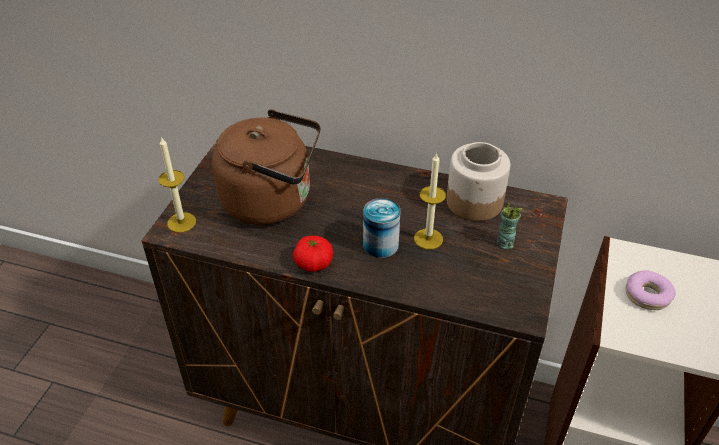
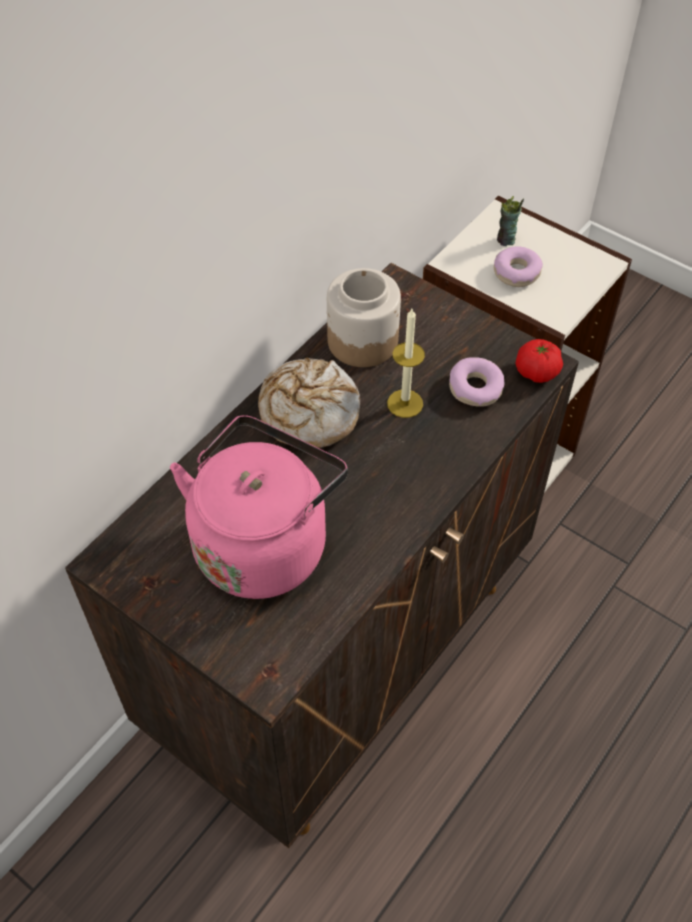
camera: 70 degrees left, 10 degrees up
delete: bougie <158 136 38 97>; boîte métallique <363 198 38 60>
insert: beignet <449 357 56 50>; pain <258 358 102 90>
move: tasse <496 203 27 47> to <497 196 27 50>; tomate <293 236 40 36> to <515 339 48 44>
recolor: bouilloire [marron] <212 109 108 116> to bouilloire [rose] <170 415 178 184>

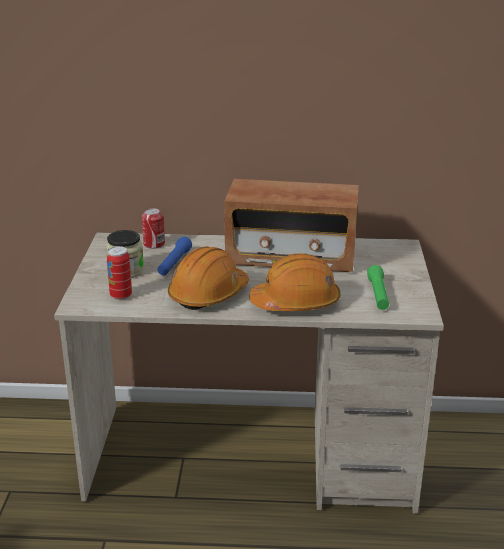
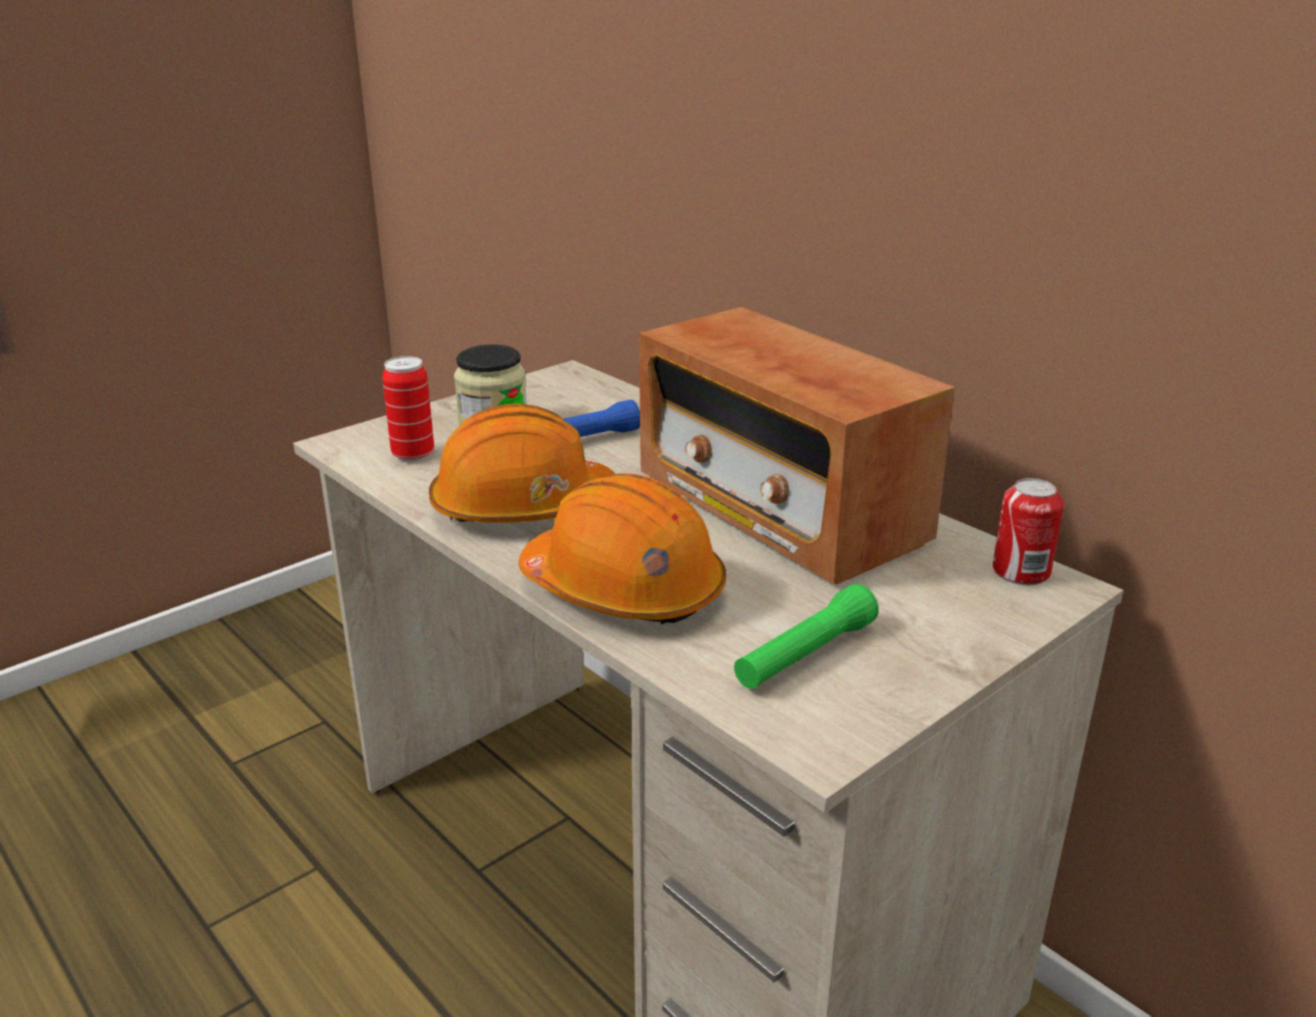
camera: 45 degrees right, 0 degrees up
move: boîte métallique <142 208 23 41> to <993 478 71 107>

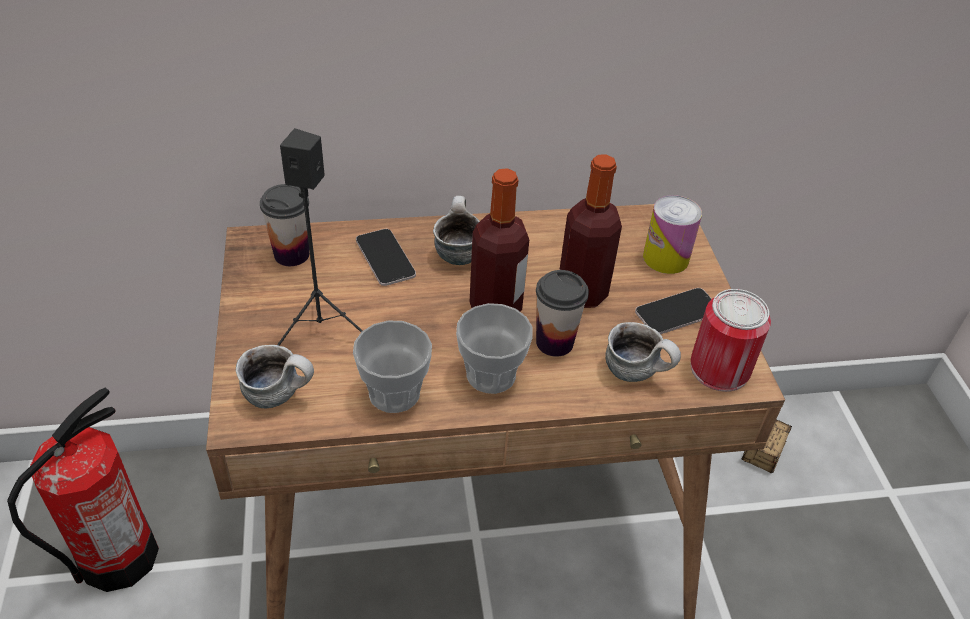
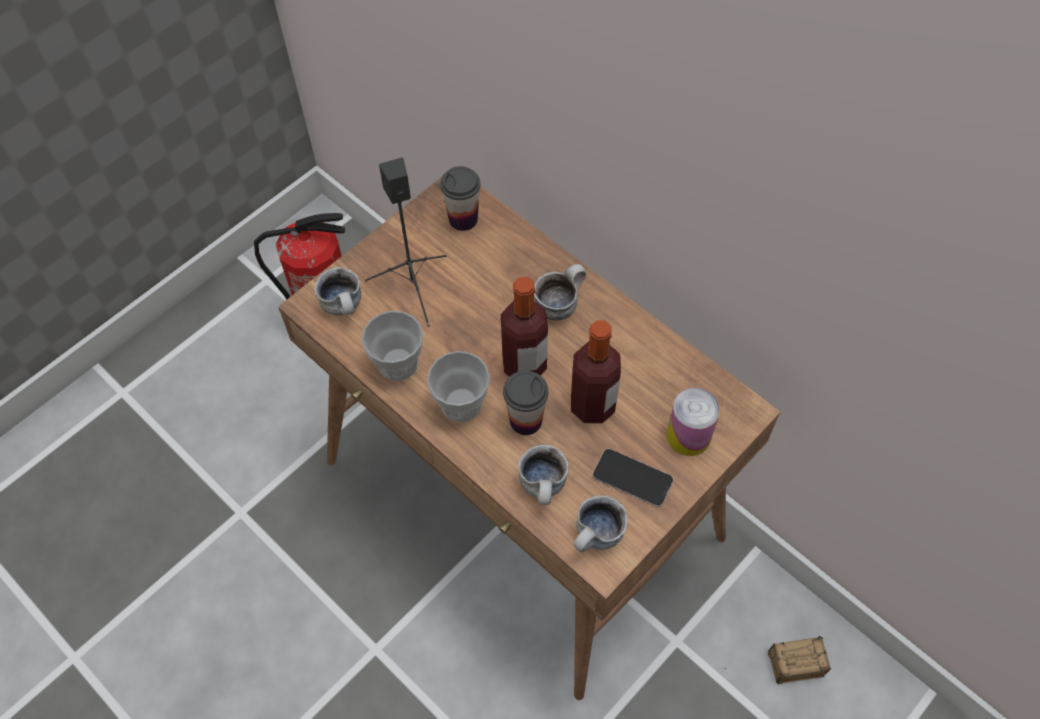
camera: 55 degrees right, 15 degrees up
delete: téléphone <356 229 60 57>
replace: boîte métallique <691 289 80 103> to mug <574 496 54 56>

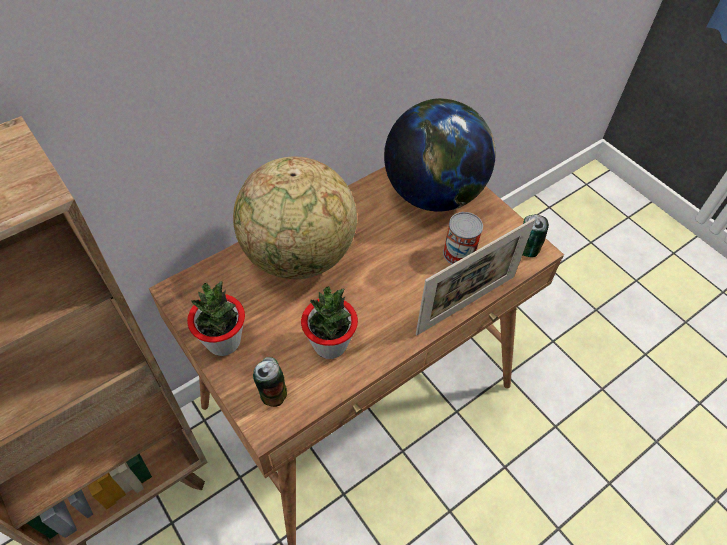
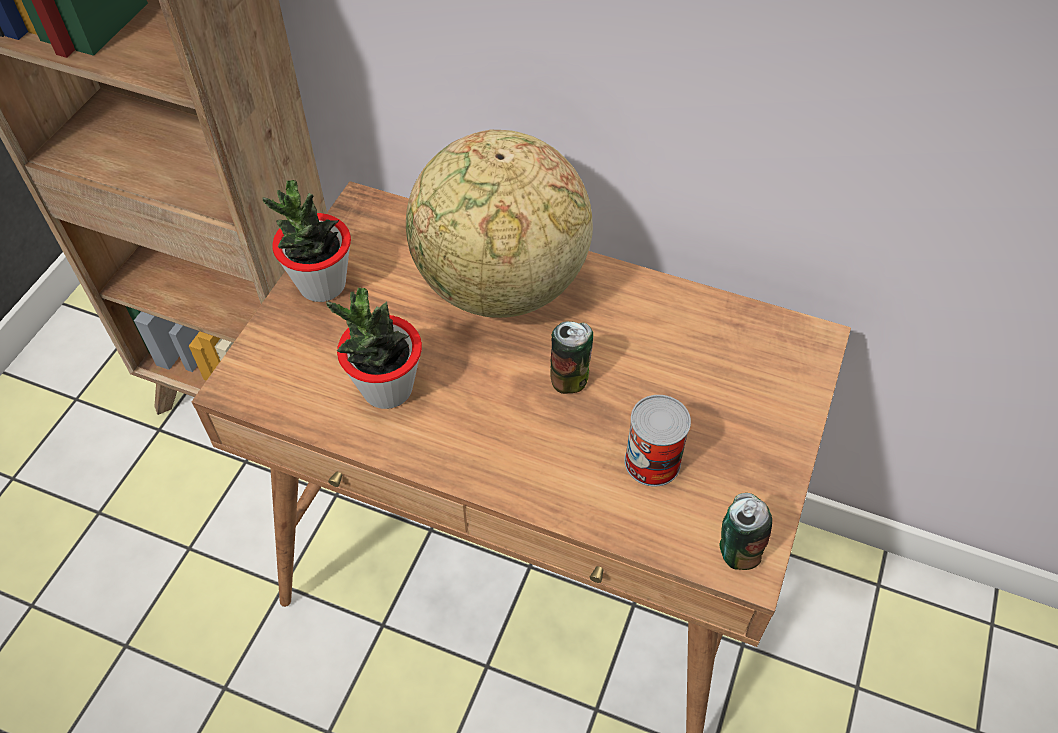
camera: 60 degrees right, 0 degrees up
delete: globe <384 98 112 114>; cadre photo <416 218 119 117>
move: boîte métallique <253 357 34 50> to <551 321 42 73>

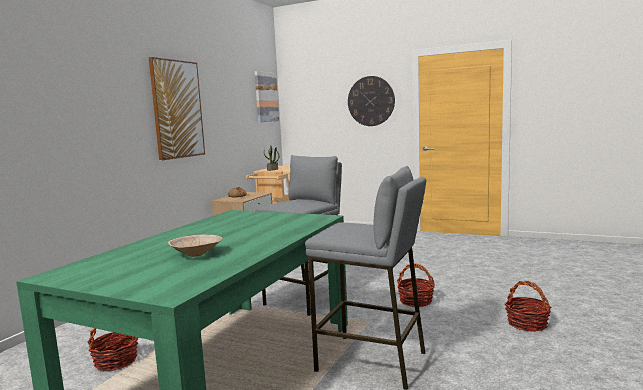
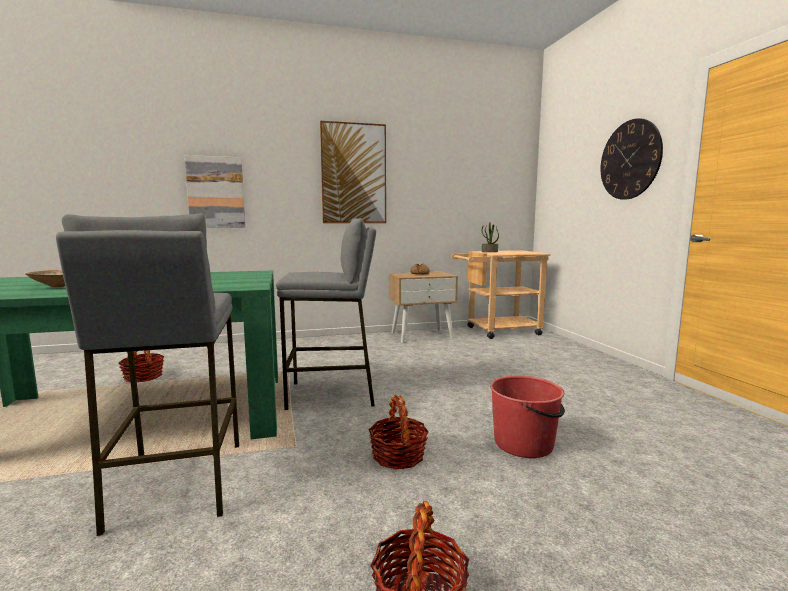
camera: 50 degrees right, 0 degrees up
insert: seau [rouge] <490 375 75 83>
move: tableau <255 71 24 51> to <185 155 60 73>

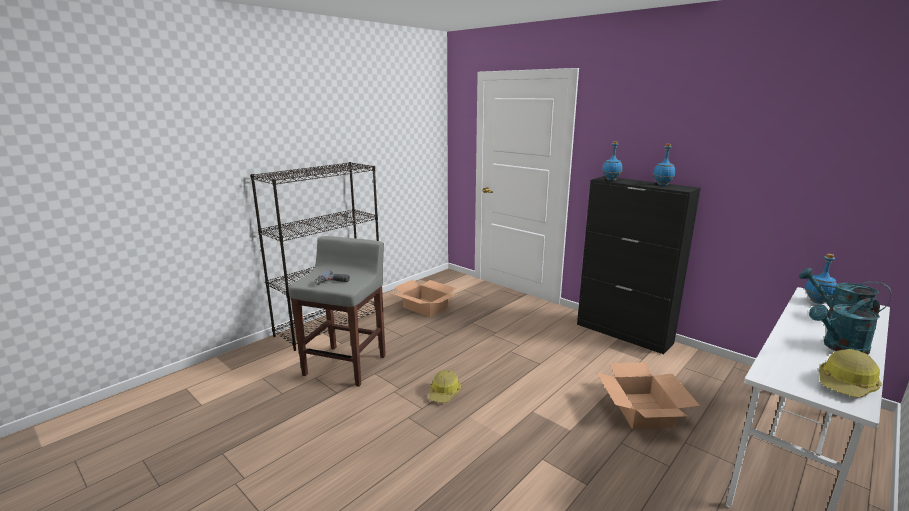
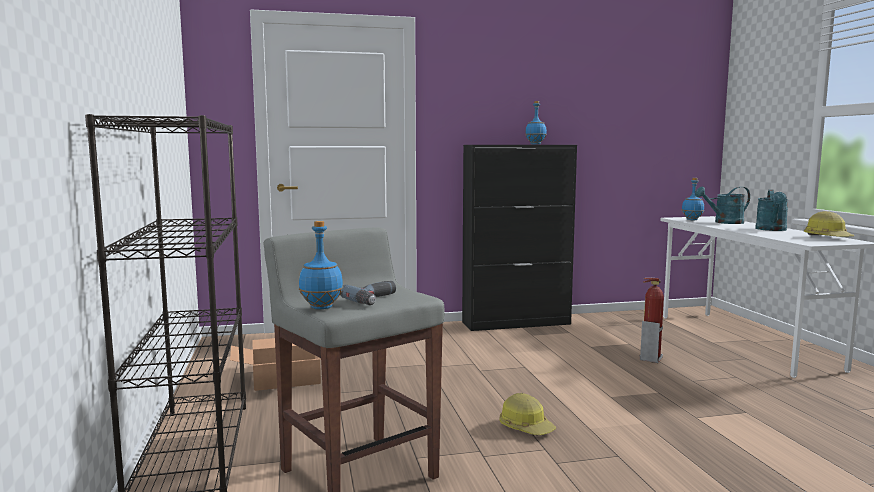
camera: 55 degrees left, 10 degrees down
move: bouteille [bleu] <602 141 21 40> to <299 221 44 89>
replace: carton <597 362 103 67> to extincteur <640 278 24 85>

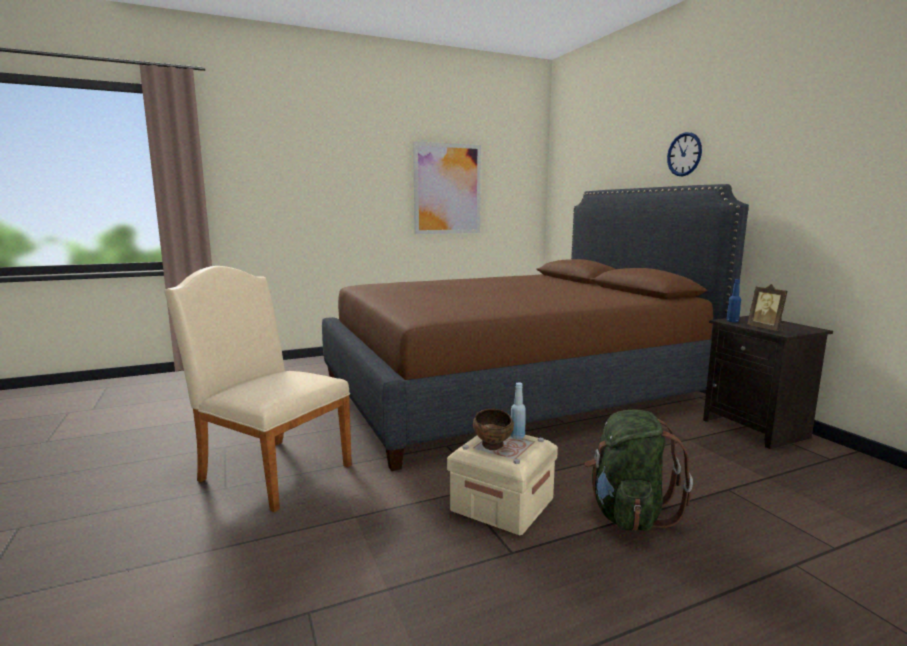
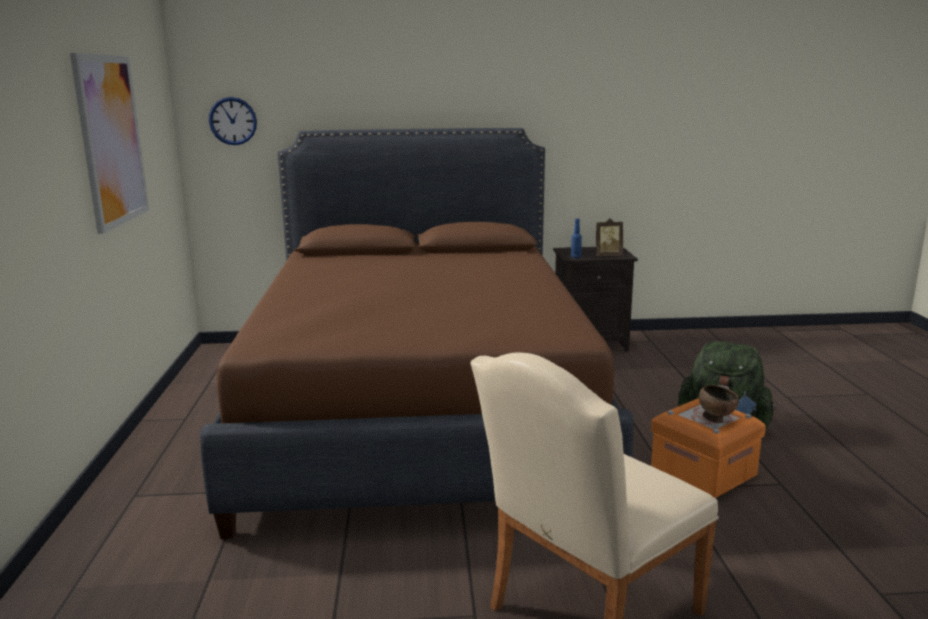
camera: 70 degrees left, 5 degrees up
delete: bouteille [bleu] <511 383 15 56>
move: horloge murale <667 132 35 44> to <209 97 48 48>
recolor: boîte de rangement [beige] <447 435 111 100> to boîte de rangement [orange] <651 398 115 100>

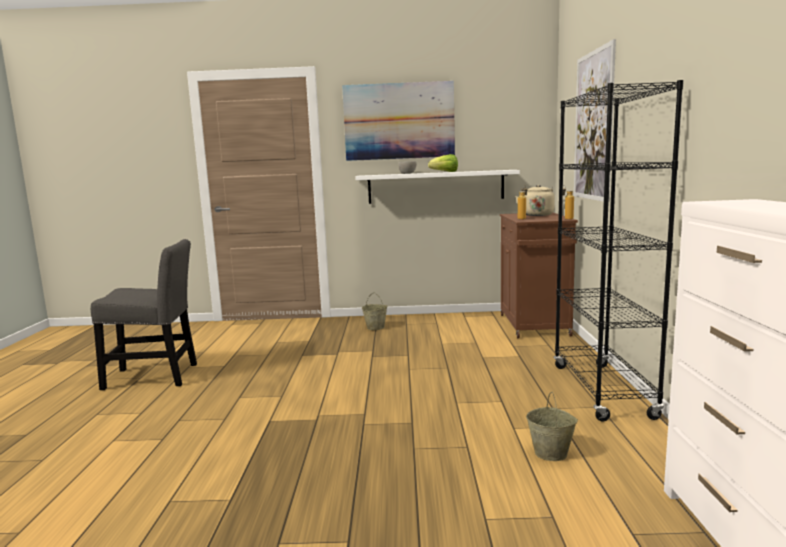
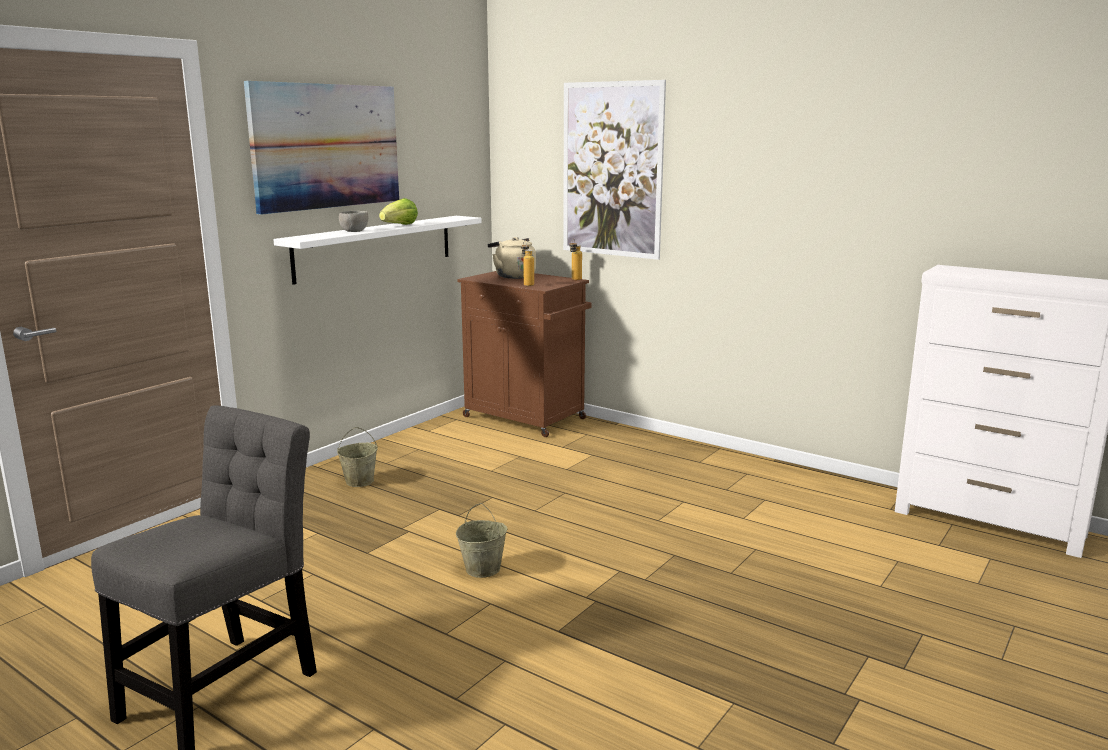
camera: 55 degrees left, 5 degrees up
delete: bibliothèque [noir] <553 80 131 342>
move: seau [beige] <526 392 52 69> to <456 503 51 75>

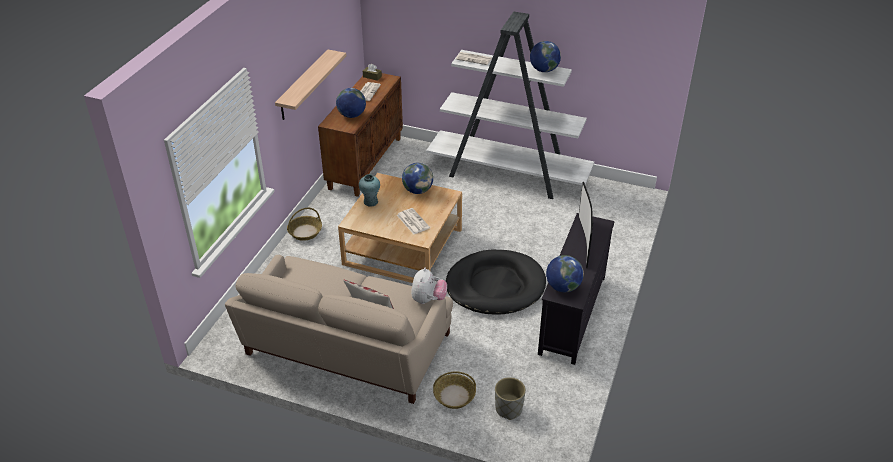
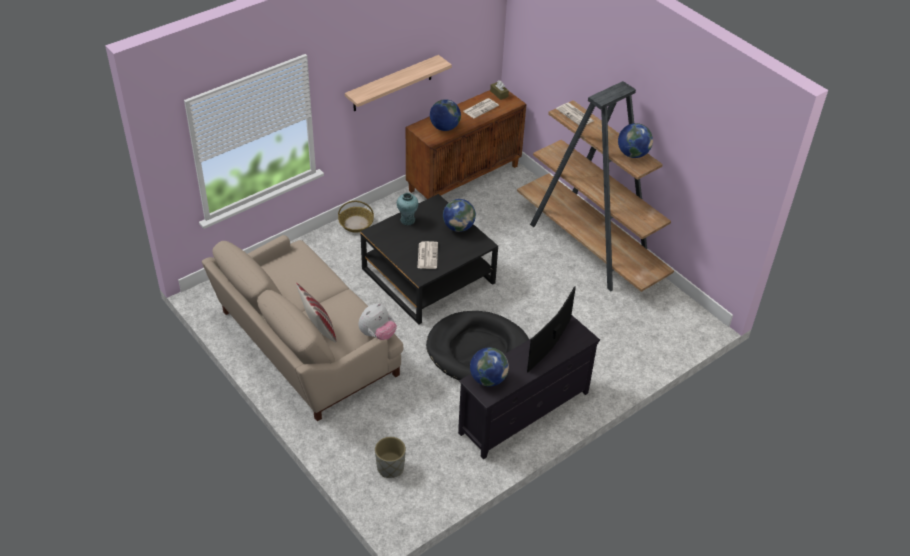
camera: 30 degrees right, 5 degrees up
delete: panier <433 371 43 38>
recolor: bibliothèque [blanc] <426 12 168 187> to bibliothèque [marron] <517 81 157 211>; table basse [beige] <338 173 124 110> to table basse [noir] <360 194 138 131>

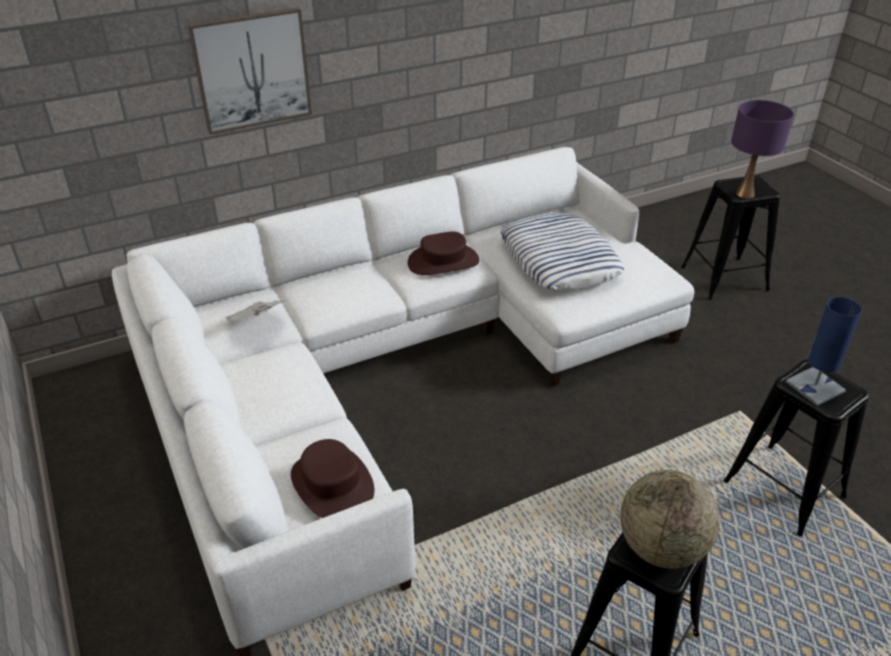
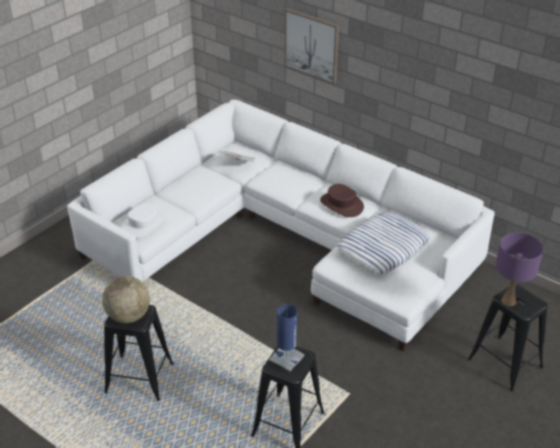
camera: 65 degrees right, 0 degrees up
recolor: chapeau [marron] <291 439 83 79> to chapeau [blanc] <121 203 45 36>

